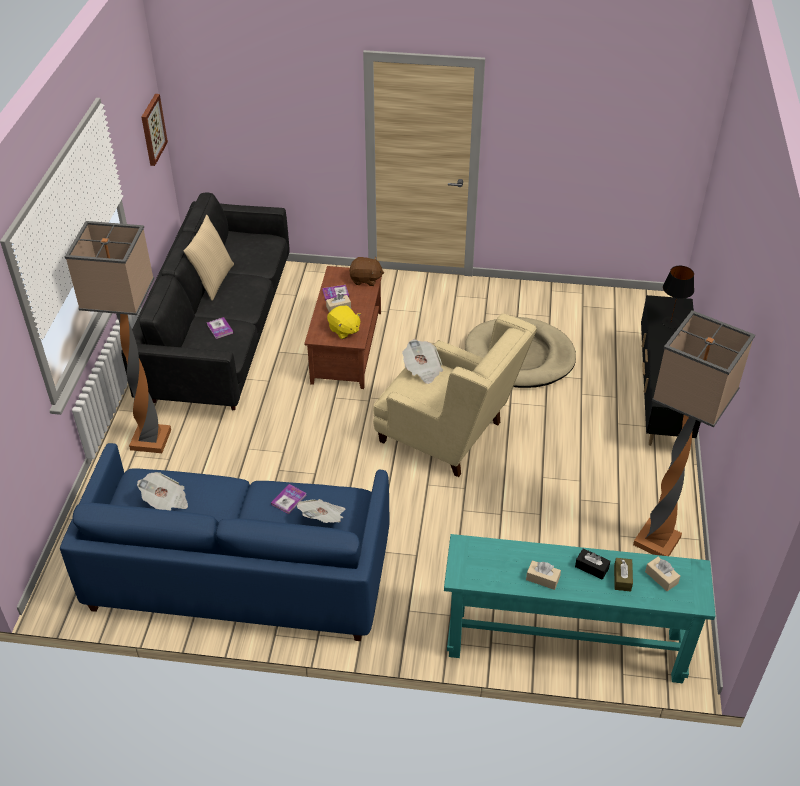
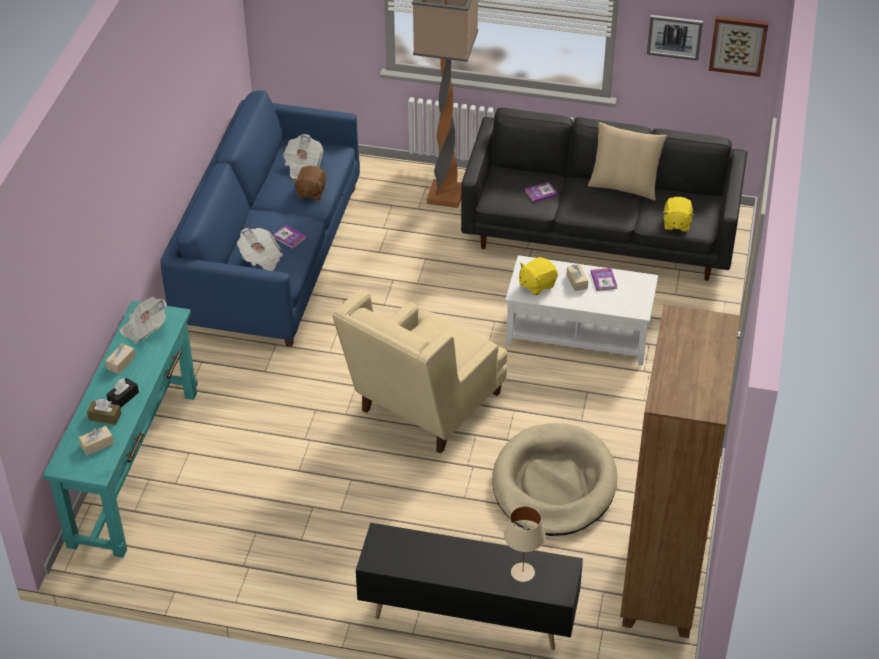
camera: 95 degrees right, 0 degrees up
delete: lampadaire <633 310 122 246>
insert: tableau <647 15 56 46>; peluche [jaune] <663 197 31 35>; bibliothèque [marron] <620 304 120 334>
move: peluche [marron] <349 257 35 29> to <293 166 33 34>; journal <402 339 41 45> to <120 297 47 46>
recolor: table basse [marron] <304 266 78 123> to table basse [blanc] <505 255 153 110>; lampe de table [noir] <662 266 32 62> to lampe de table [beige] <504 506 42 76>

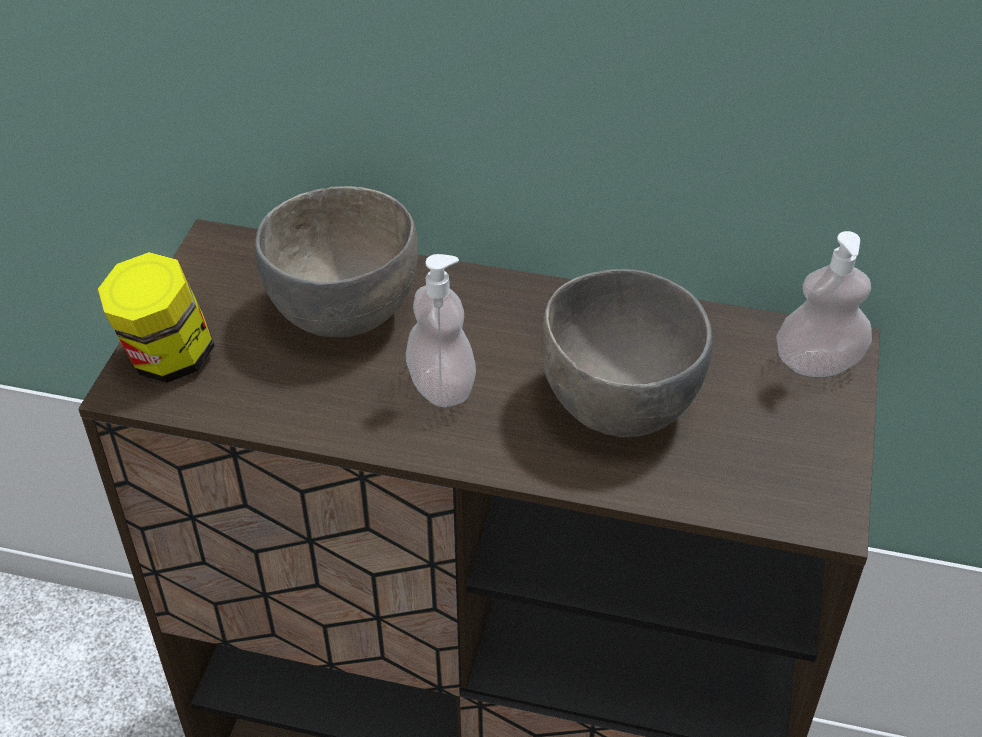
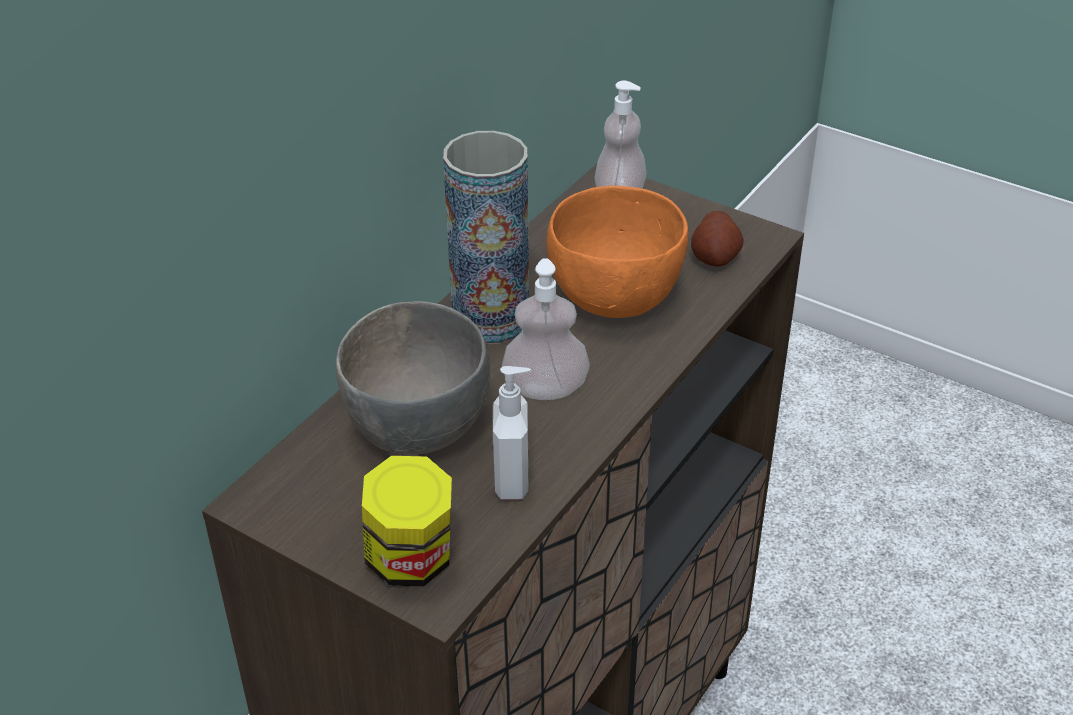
camera: 70 degrees left, 5 degrees down
insert: vase <443 131 86 213>; pomme de terre <691 211 53 56>; distributeur de savon <493 366 38 134>
recolor: bol [gris] <540 269 173 168> to bol [orange] <546 186 143 132>

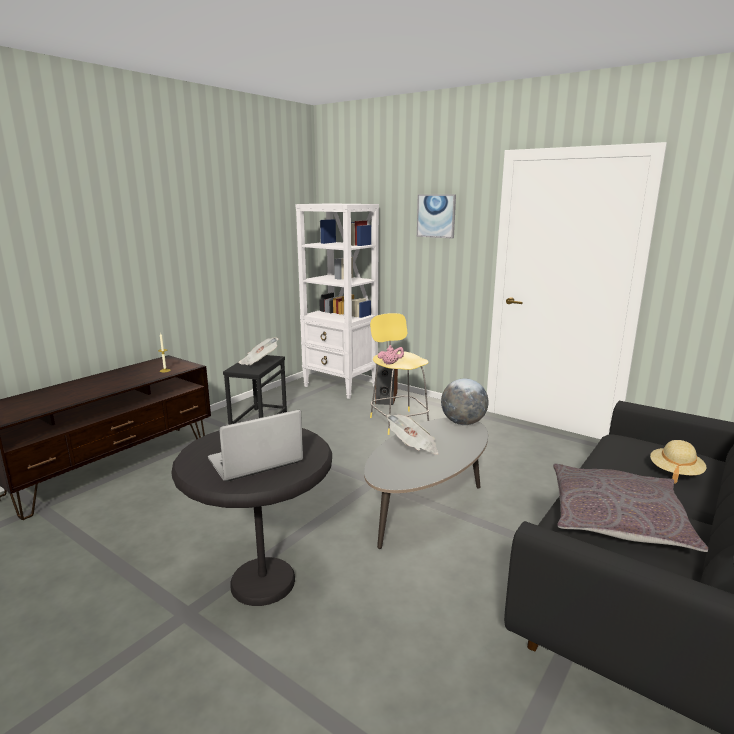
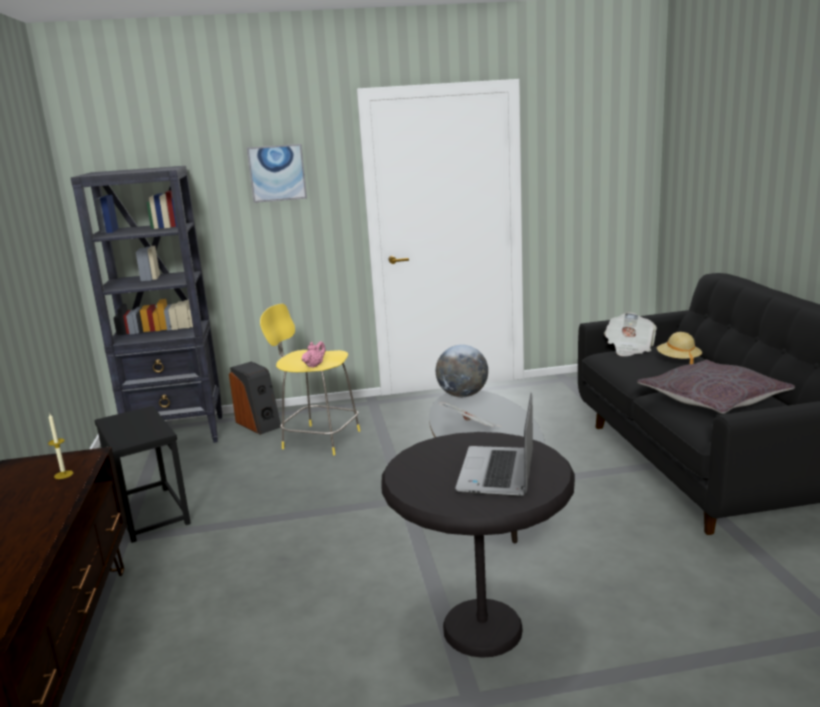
camera: 45 degrees left, 0 degrees up
move: journal <239 337 40 29> to <604 312 53 44>
recolor: bibliothèque [blanc] <295 203 84 196> to bibliothèque [noir] <71 166 152 277>

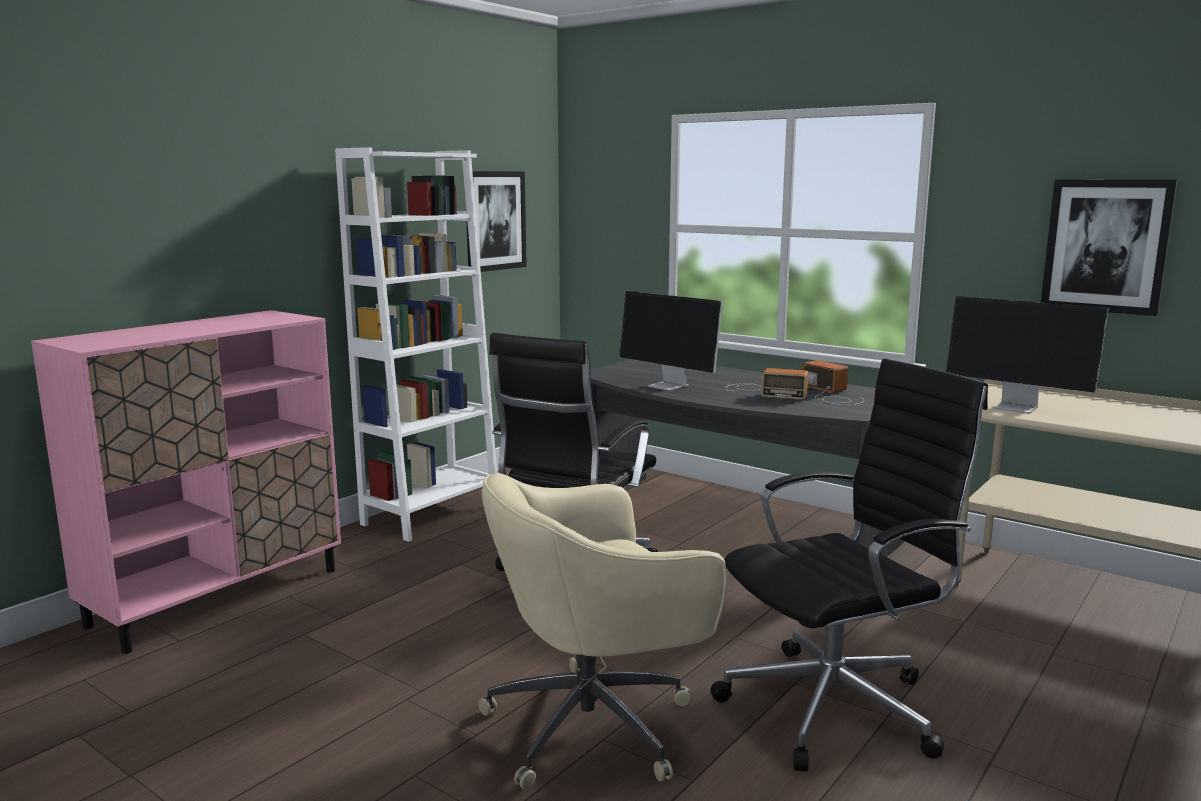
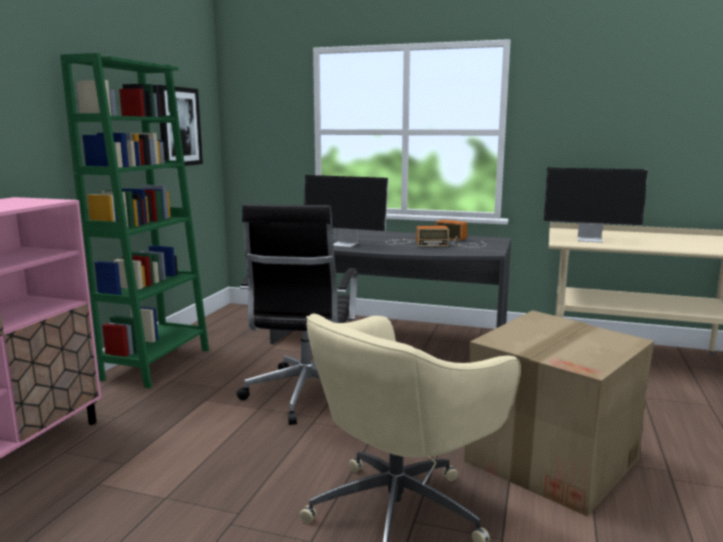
camera: 20 degrees left, 0 degrees up
delete: tableau <1041 180 136 136>
replace: chaise de bureau [noir] <710 358 278 414> to carton <464 310 190 207>
recolor: bibliothèque [blanc] <335 147 162 395> to bibliothèque [vert] <60 53 149 335>

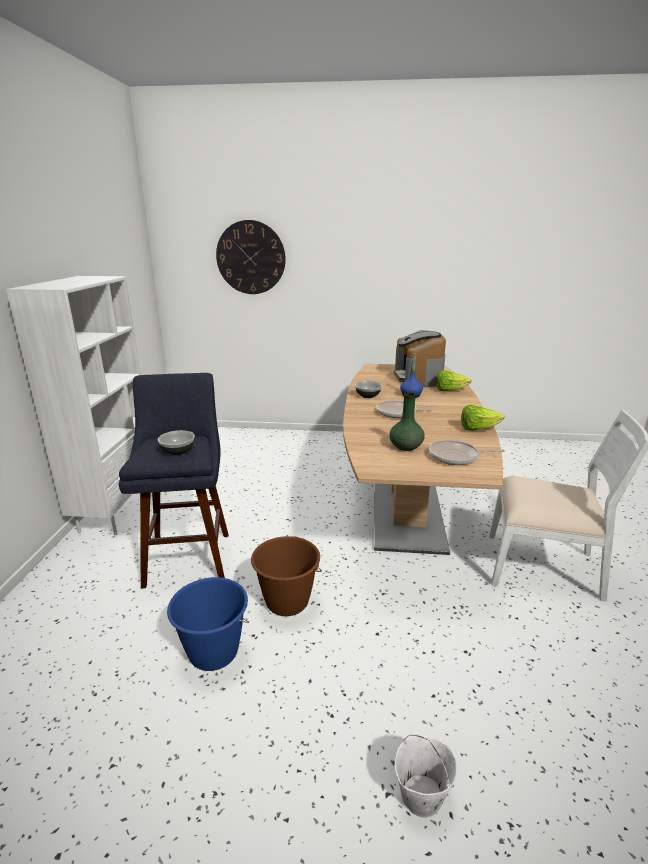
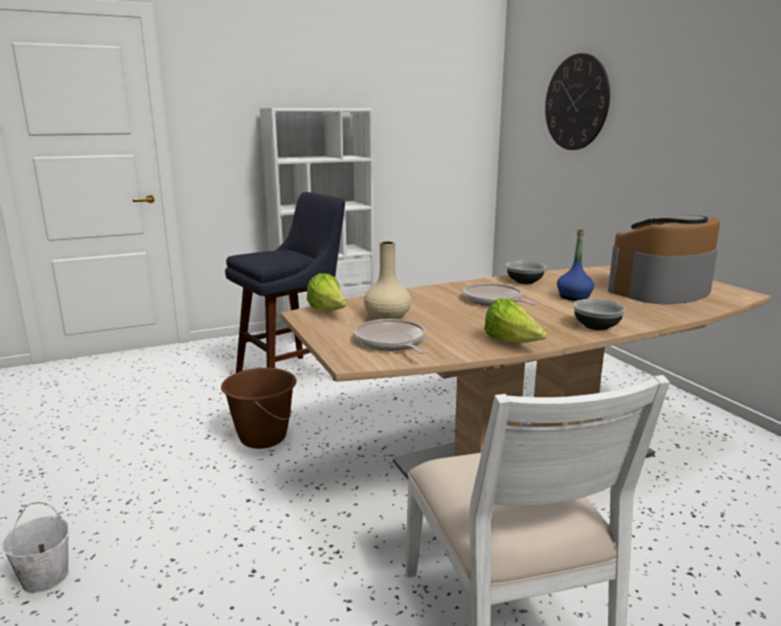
camera: 60 degrees right, 5 degrees down
delete: seau [bleu] <167 577 82 94>
move: laitue <436 370 35 21> to <307 273 40 38>; bol <158 430 37 25> to <573 299 53 31>
recolor: vase [vert] <389 393 36 58> to vase [beige] <364 241 47 79>

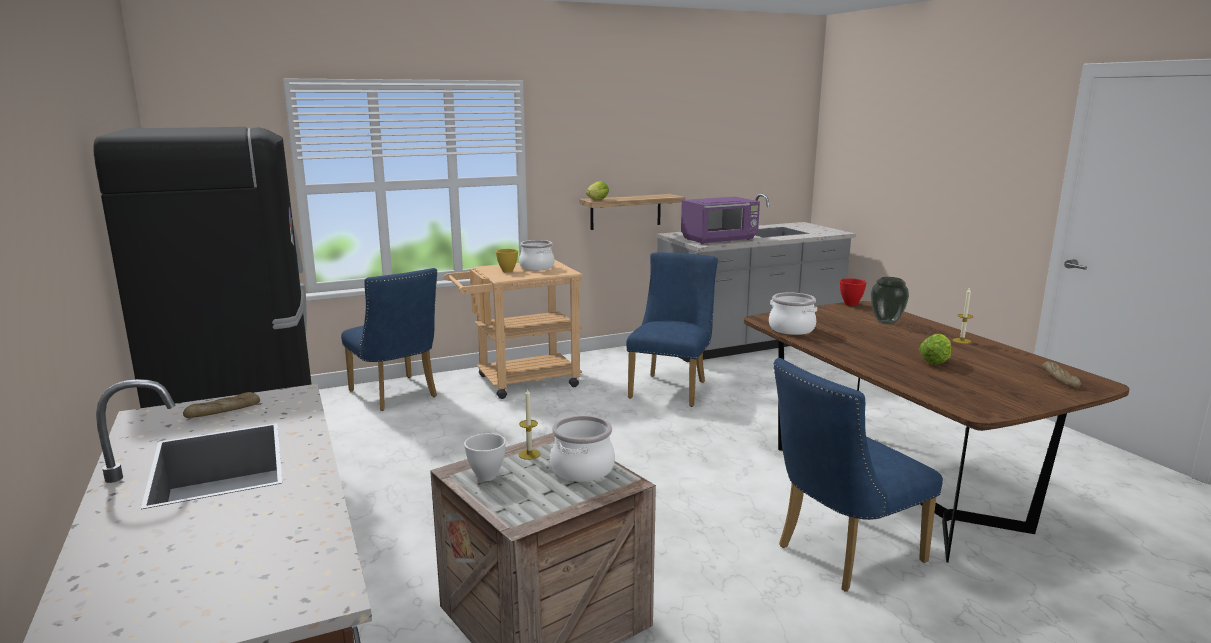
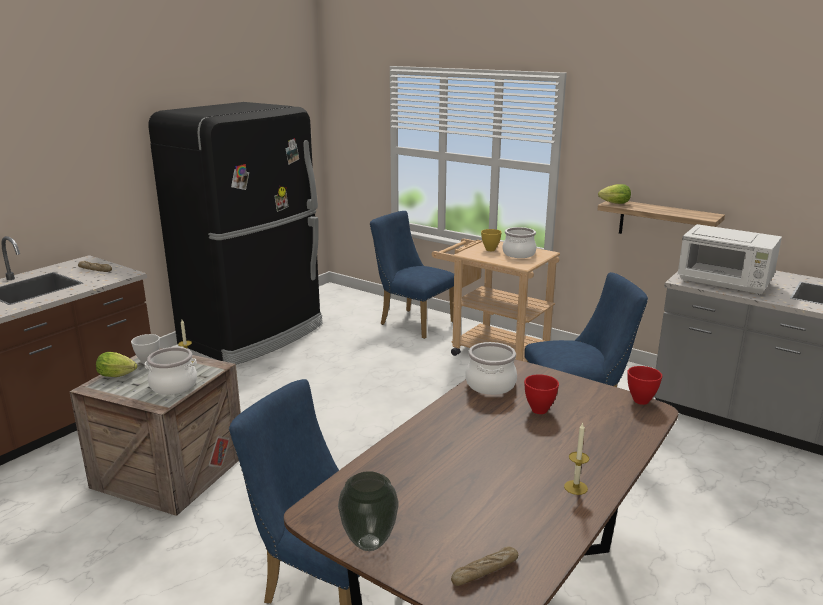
camera: 60 degrees right, 5 degrees up
insert: bol [rouge] <524 374 35 40>
move: vase <871 277 38 47> to <338 471 61 80>; laitue <919 334 32 31> to <96 352 41 25>
recolor: micro-ondes [violet] <681 197 79 47> to micro-ondes [blanc] <678 224 104 71>
rotate: chaise [bleu] <341 268 96 143> = <370 211 84 128> 105 degrees clockwise

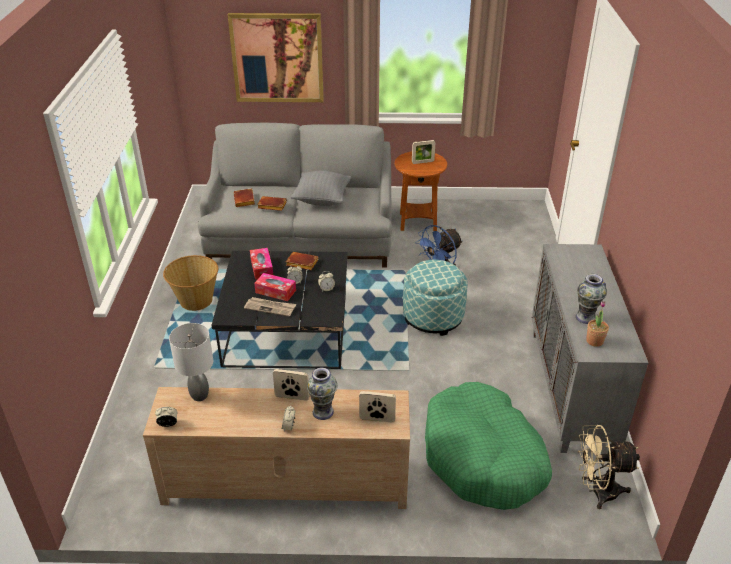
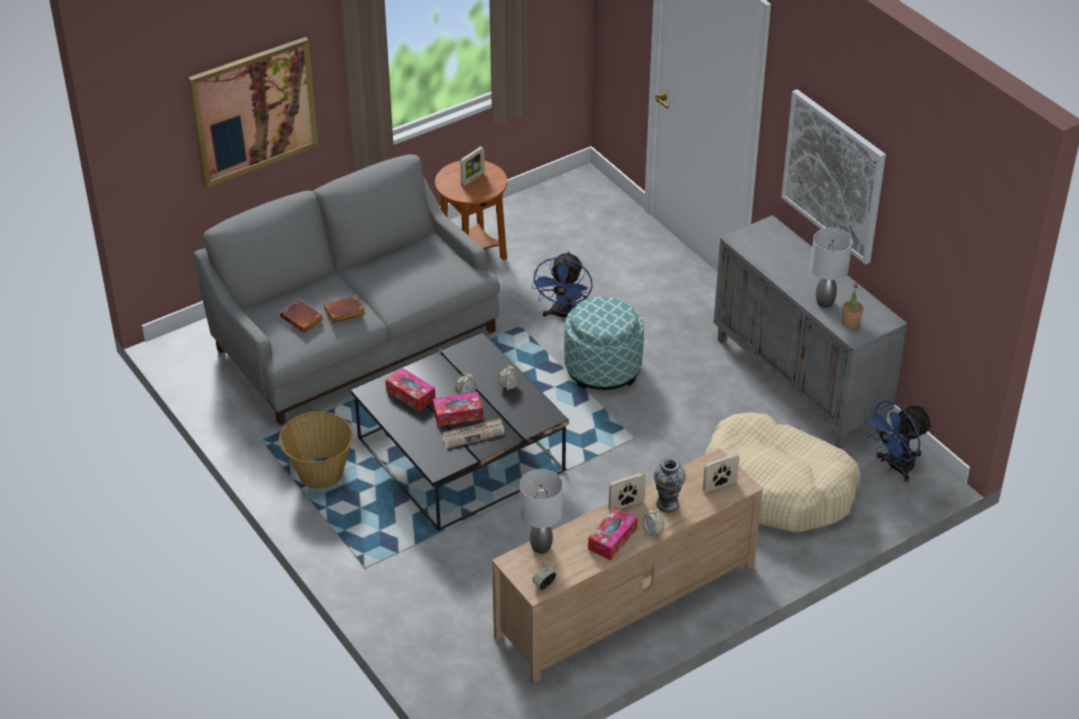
camera: 35 degrees left, 5 degrees up
delete: coussin [gris] <290 171 61 35>; livre [marron] <286 252 33 18>
insert: tableau <781 89 105 175>; boîte à mouchoirs <588 507 50 53>
replace: vase <576 274 31 50> to lampe de table [gris] <810 228 42 80>
recolor: panier pour chien [vert] <425 382 127 128> to panier pour chien [beige] <705 412 156 121>; ventilateur [beige] <578 425 62 84> to ventilateur [bleu] <864 401 69 81>

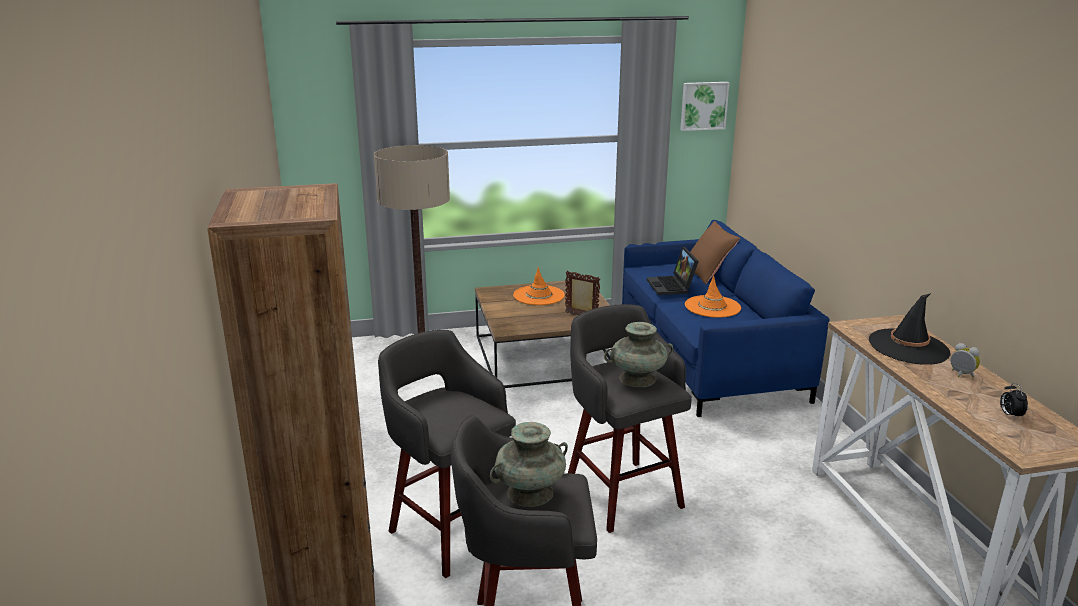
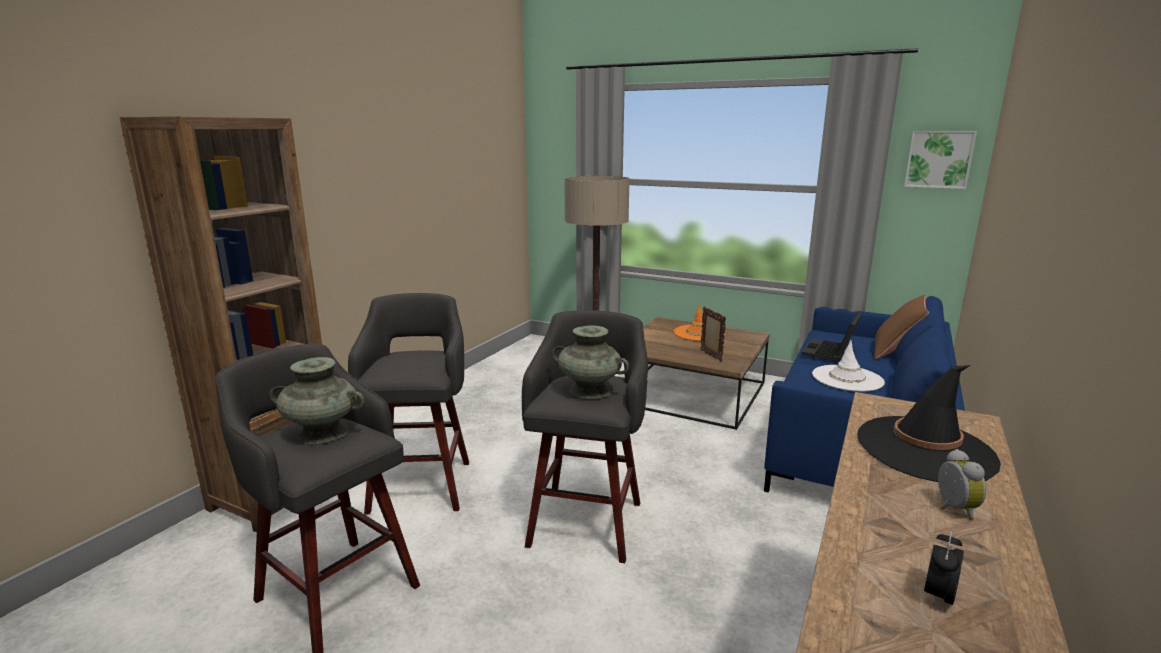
camera: 40 degrees right, 5 degrees down
recolor: chapeau [orange] <685 275 56 43> to chapeau [blanc] <812 340 73 52>

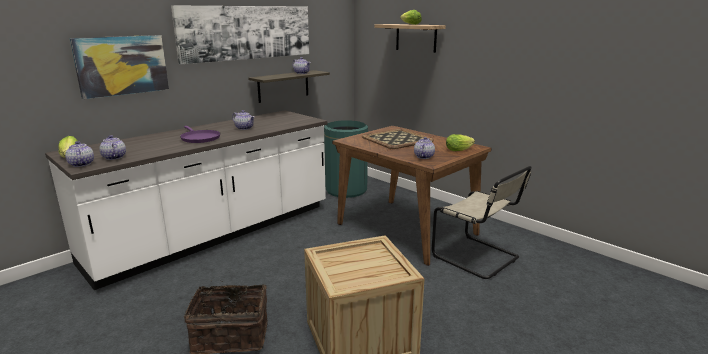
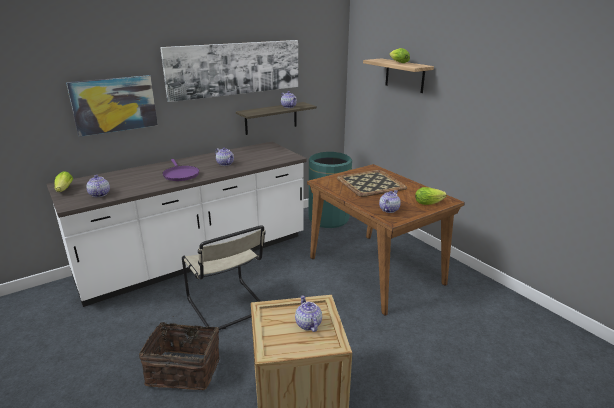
camera: 10 degrees right, 5 degrees up
move: théière <65 141 29 26> to <295 296 27 36>; chaise [beige] <432 166 100 113> to <182 225 84 105>

